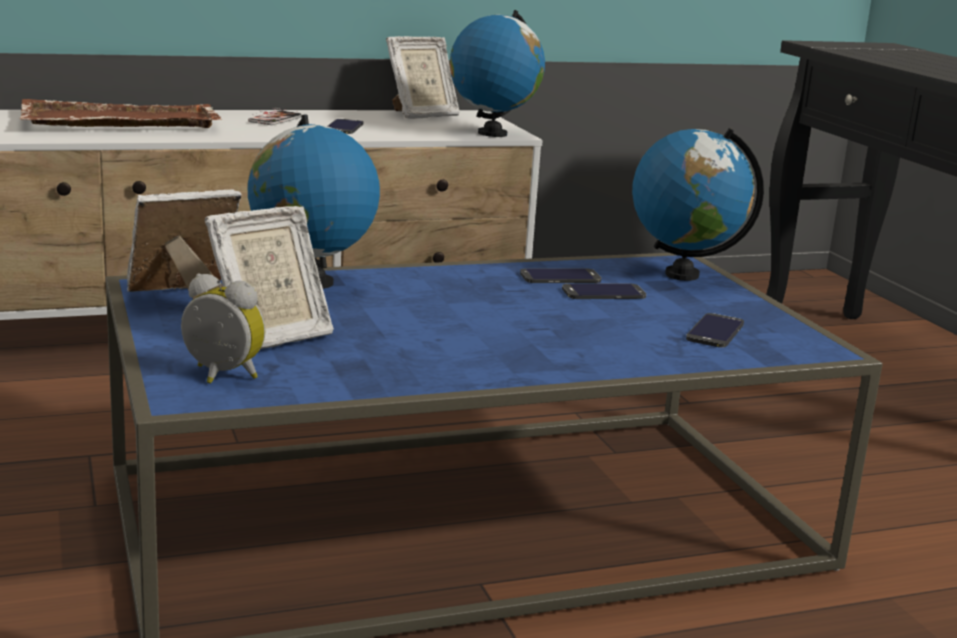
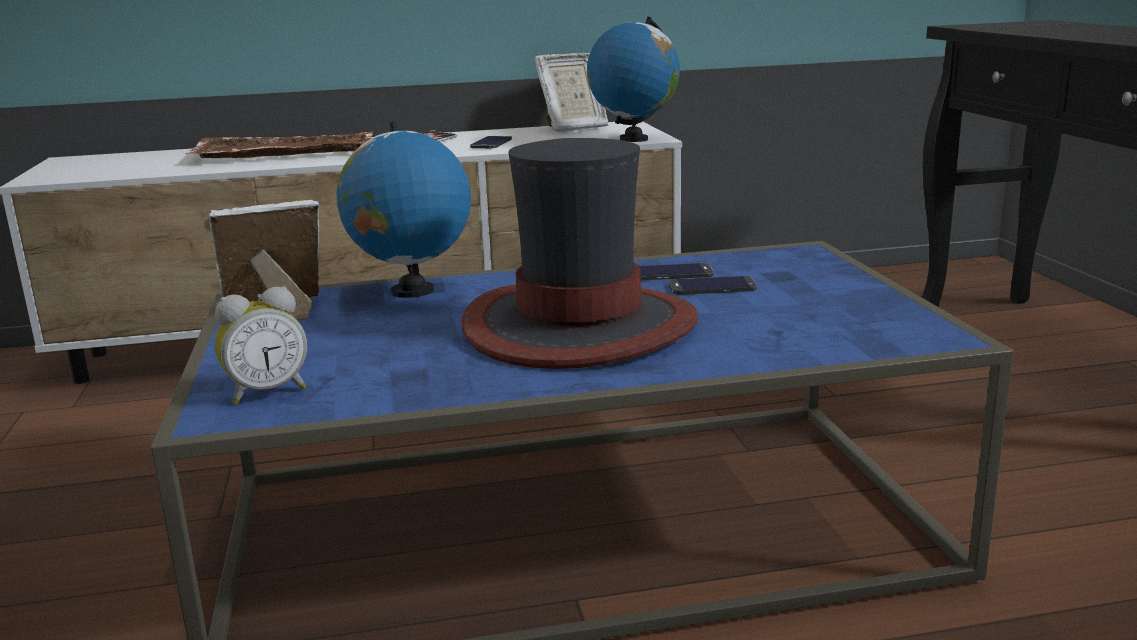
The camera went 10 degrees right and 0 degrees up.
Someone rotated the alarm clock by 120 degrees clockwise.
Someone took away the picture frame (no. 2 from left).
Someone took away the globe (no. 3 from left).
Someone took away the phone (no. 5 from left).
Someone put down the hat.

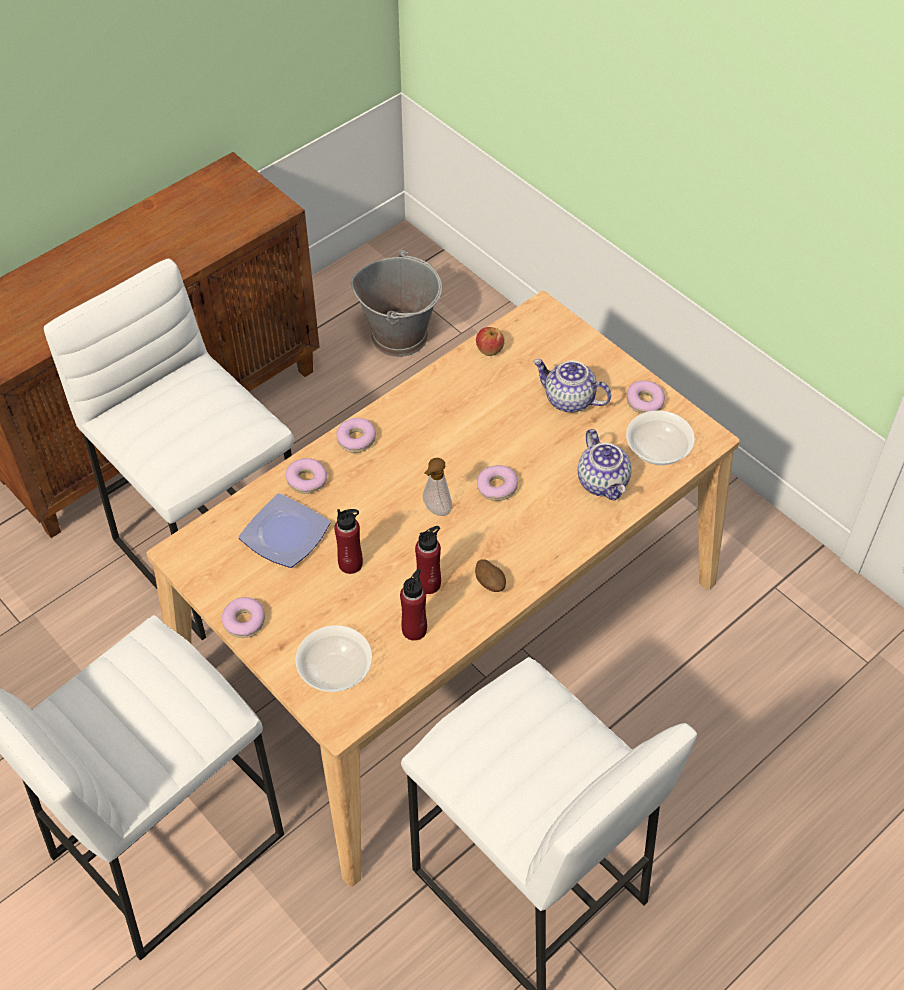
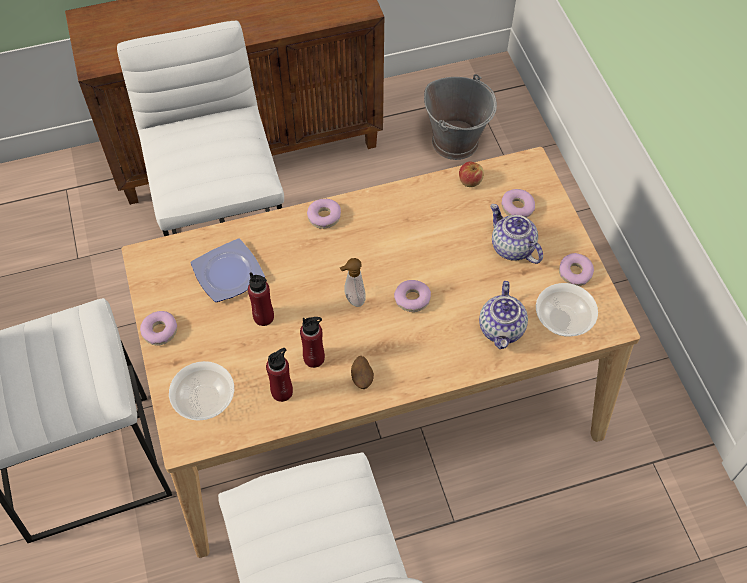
The camera went 25 degrees right and 5 degrees up.
Someone carried the donut (no. 2 from left in the first image).

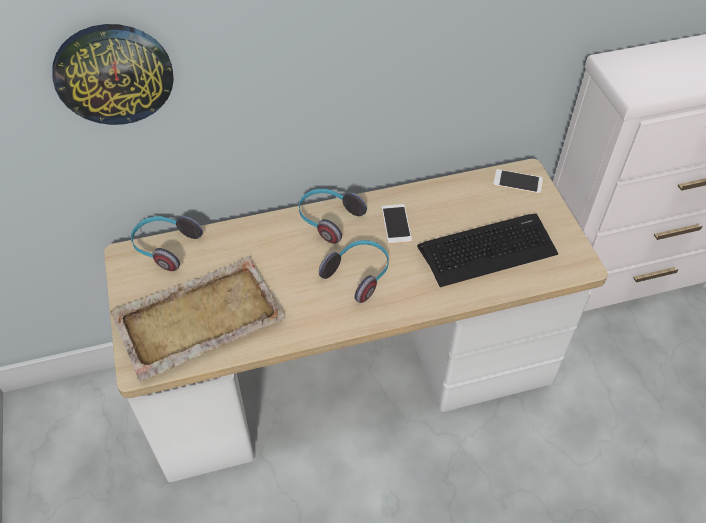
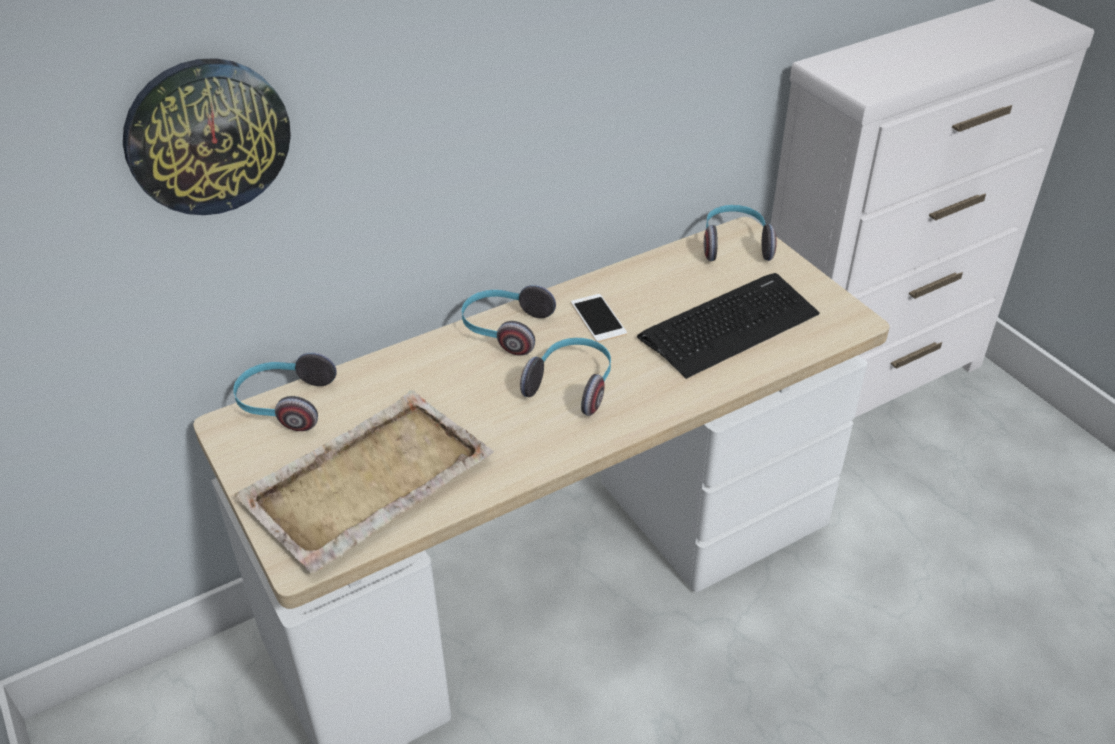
The camera went 15 degrees left and 10 degrees down.
Someone swapped the phone (no. 2 from left) for the headphones (no. 4 from left).

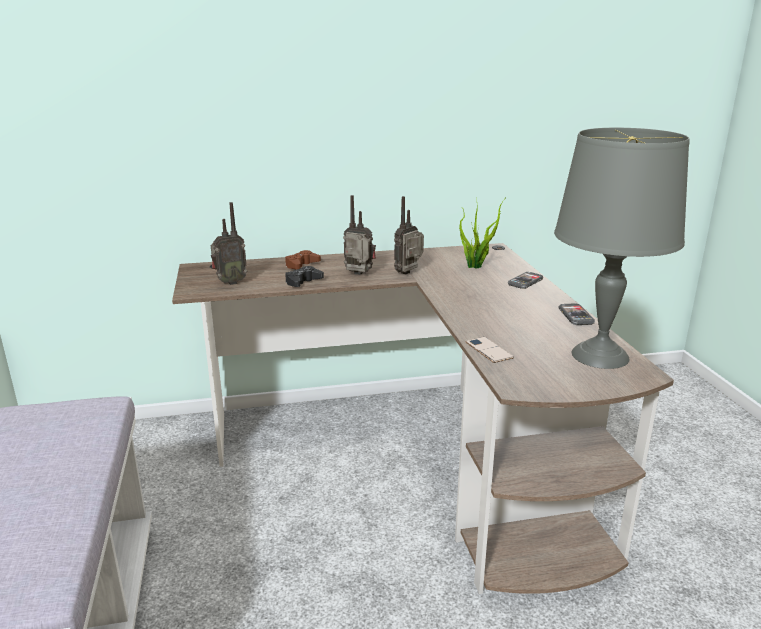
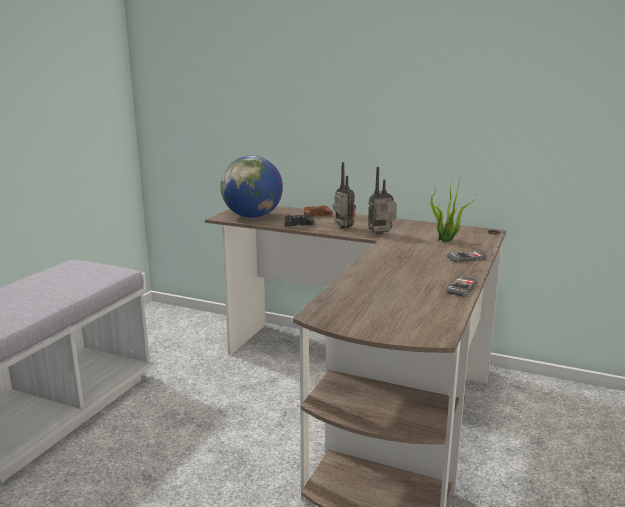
The camera went 35 degrees right and 5 degrees down.
Someone swapped the radio (no. 1 from left) for the globe.
Someone took away the phone (no. 1 from left).
Someone took away the grey table lamp.

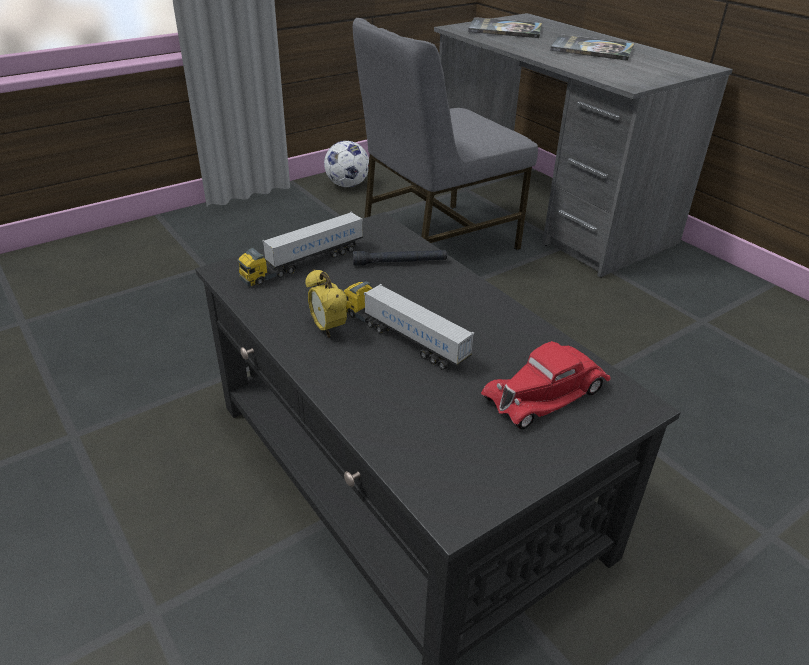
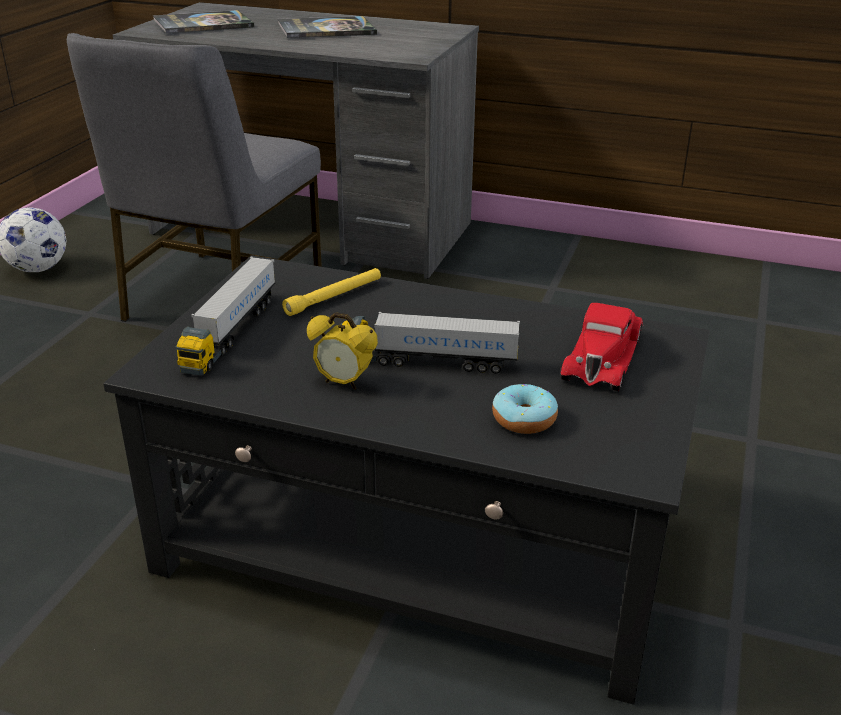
The camera went 35 degrees left and 5 degrees down.
Someone repainted the black flashlight, which became the yellow flashlight.
Someone put down the donut.

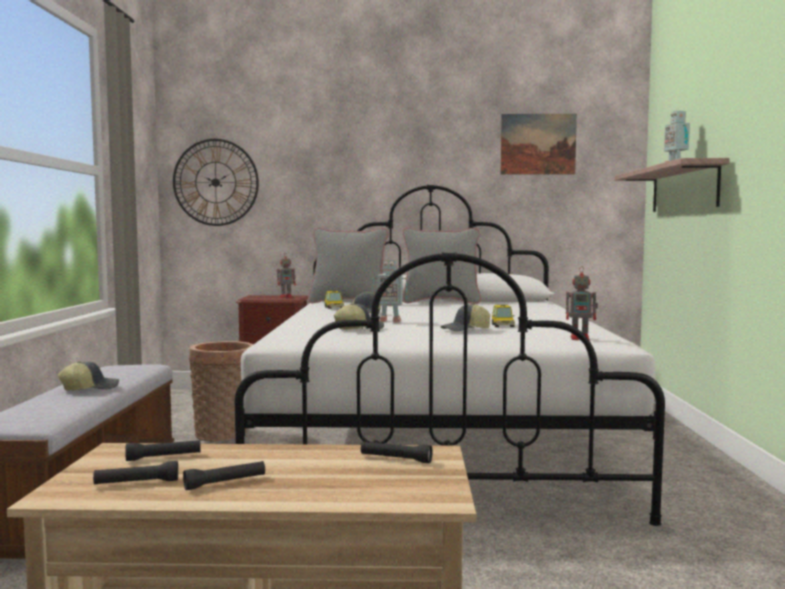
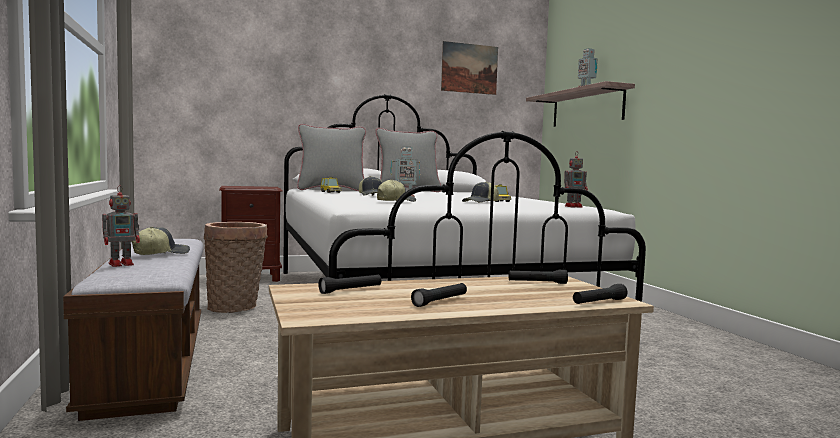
The camera went 20 degrees left and 0 degrees up.
Someone carried the black flashlight (no. 1 from left in the first image).
Someone took away the wall clock.
Someone carried the toy robot (no. 1 from left).

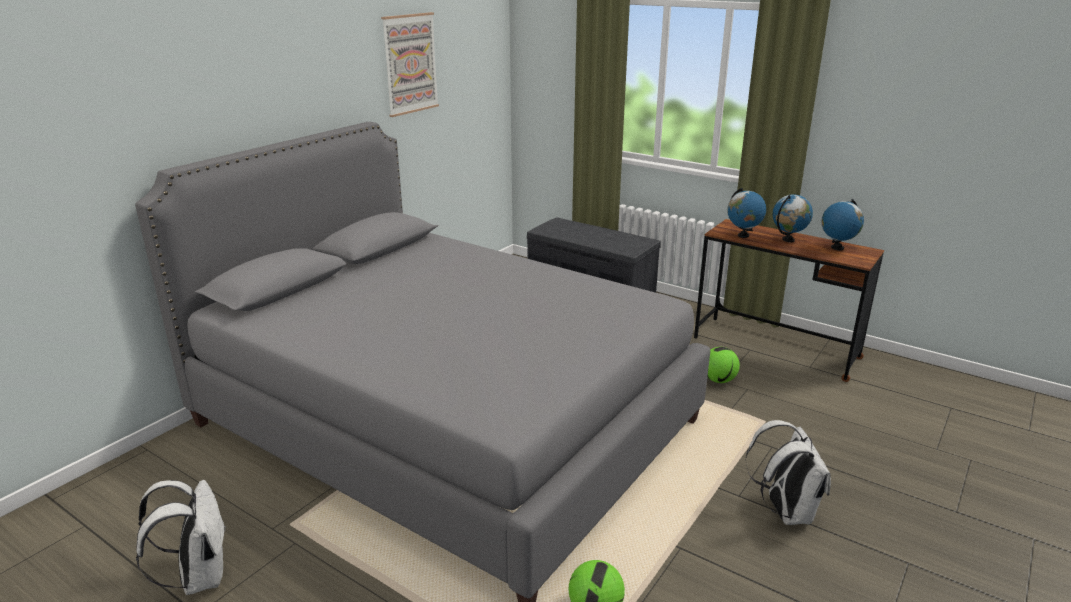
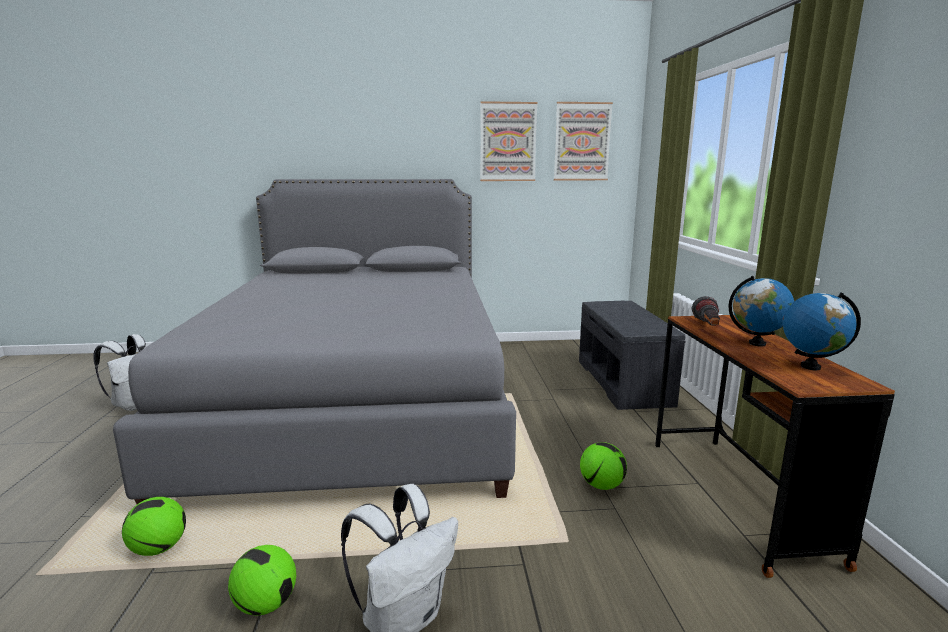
The camera went 50 degrees right and 10 degrees down.
Someone swapped the globe (no. 1 from left) for the flashlight.
Someone put down the football (no. 2 from left).
Someone put up the picture (no. 2 from left).

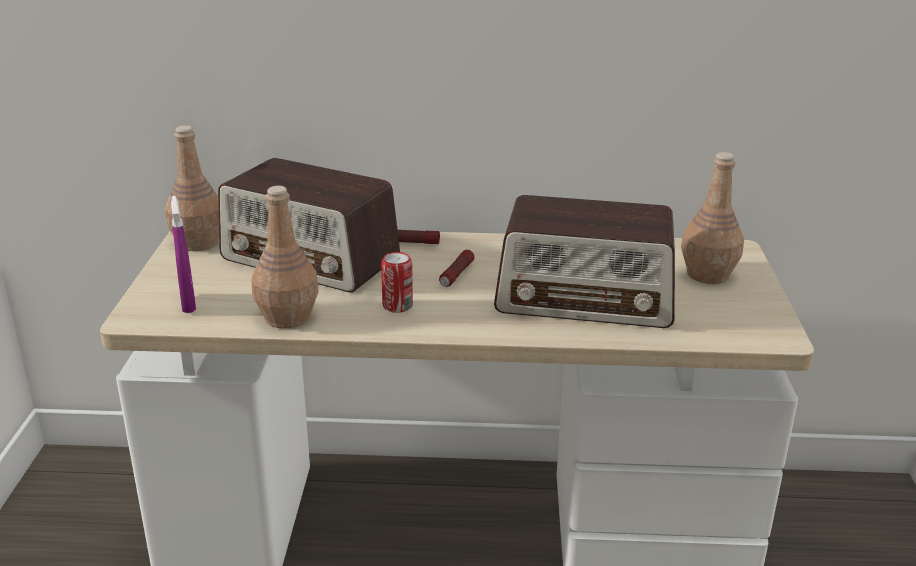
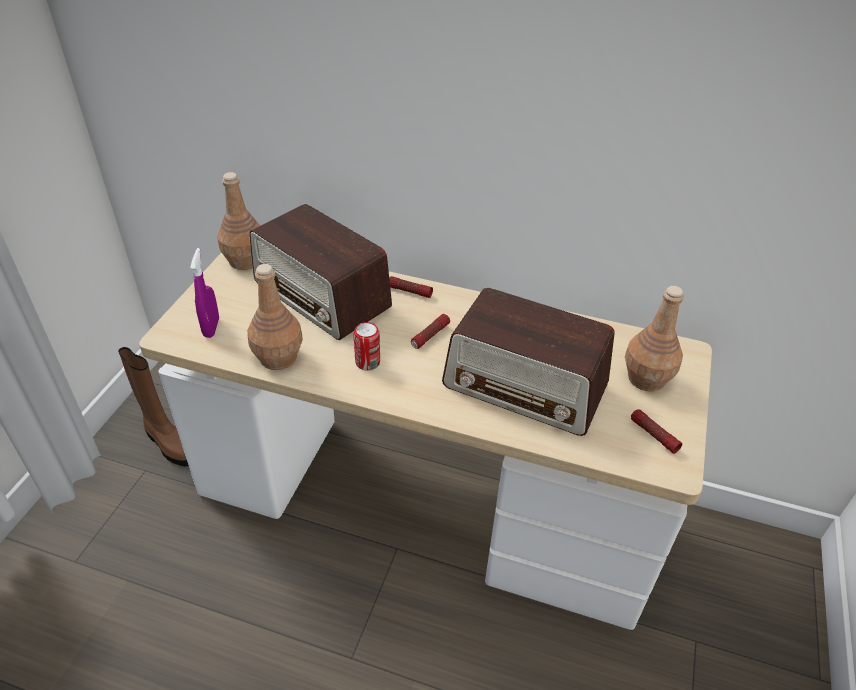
The camera went 15 degrees right and 15 degrees up.
Someone put down the brown boot.
Someone put down the flashlight (no. 3 from left).

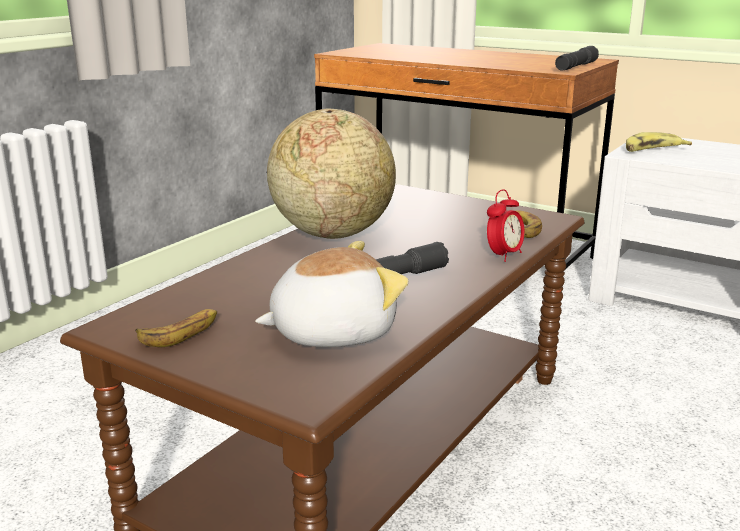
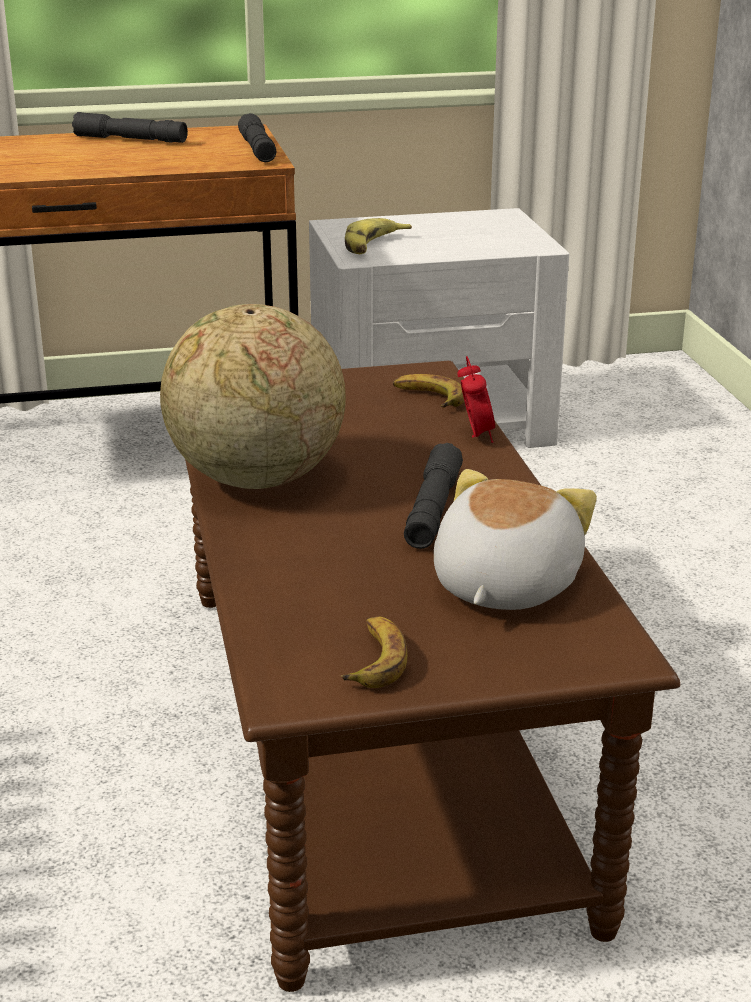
The camera went 45 degrees left and 5 degrees up.
Someone put down the grey flashlight (no. 1 from left).

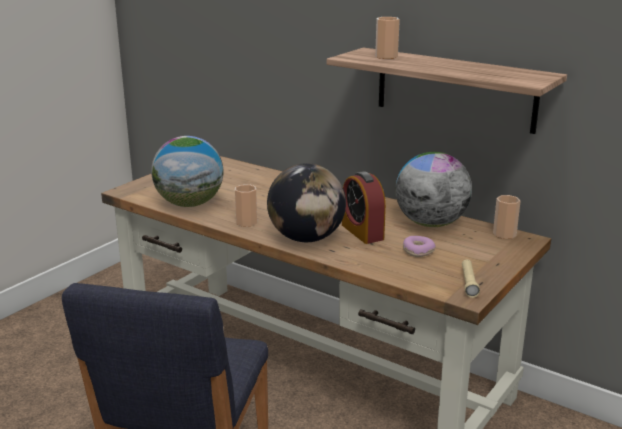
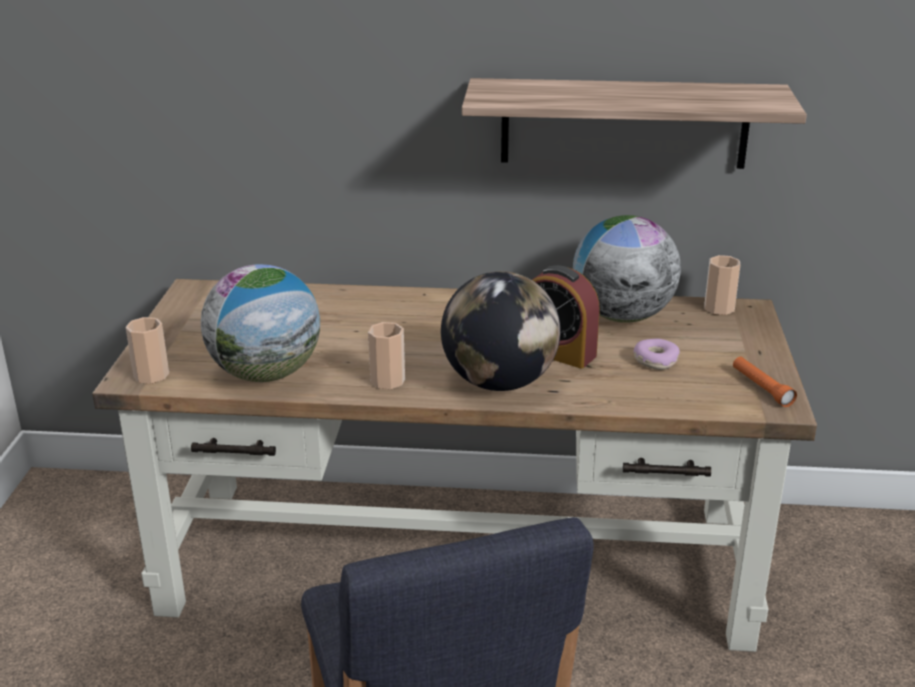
The camera went 30 degrees left and 5 degrees up.
Someone carried the cup (no. 2 from left in the first image).
Someone repainted the beige flashlight, which became the orange flashlight.

